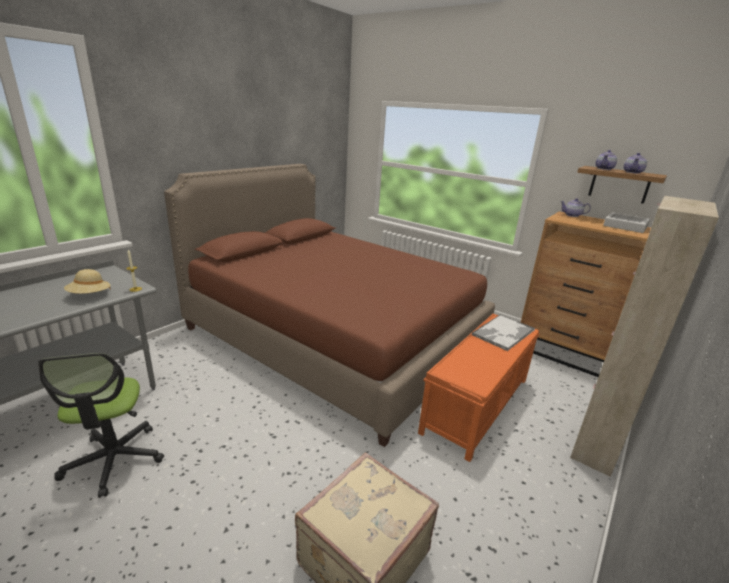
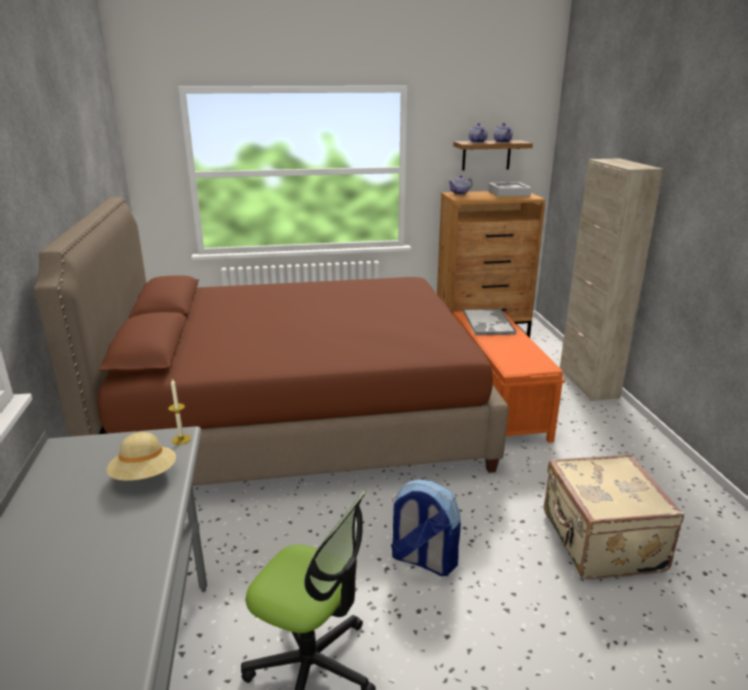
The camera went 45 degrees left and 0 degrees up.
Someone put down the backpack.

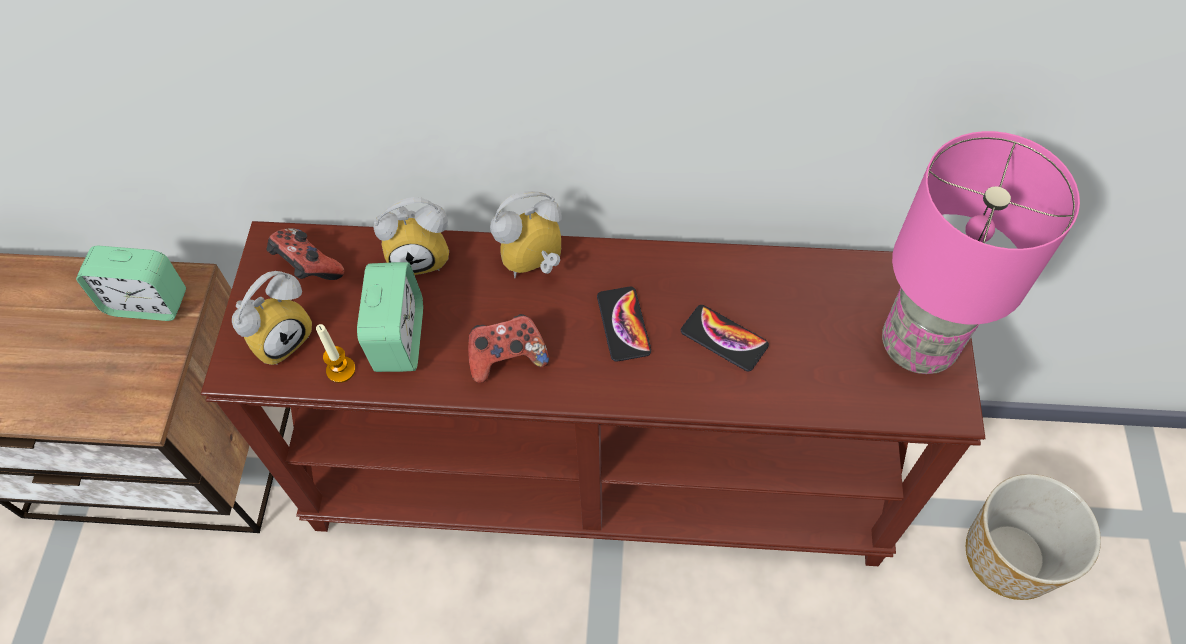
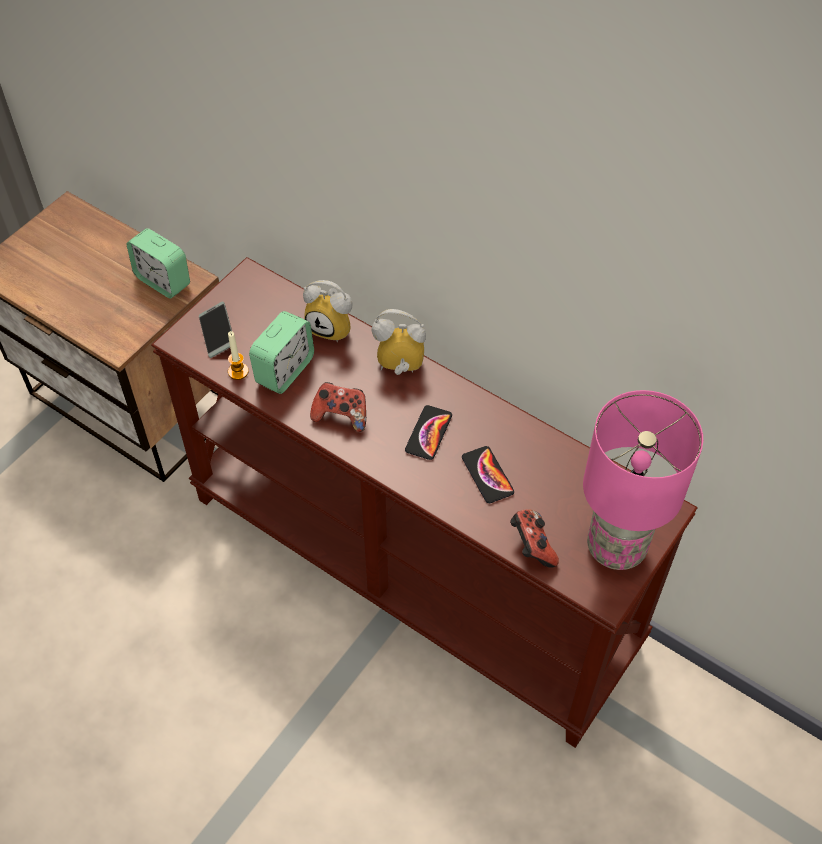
The camera went 30 degrees right and 5 degrees down.
Someone swapped the alarm clock (no. 2 from left) for the phone (no. 1 from left).
Someone carried the game controller (no. 1 from left in the first image).
Someone took away the planter.

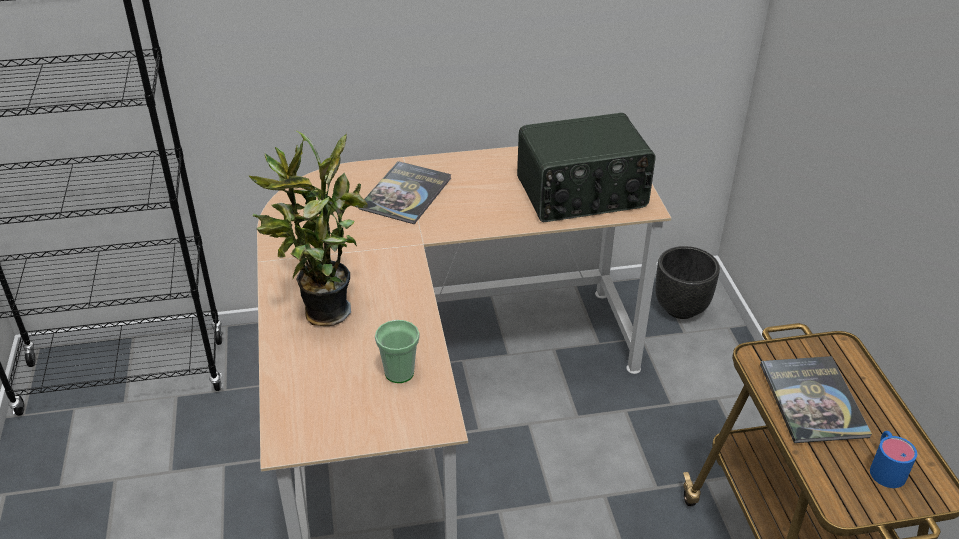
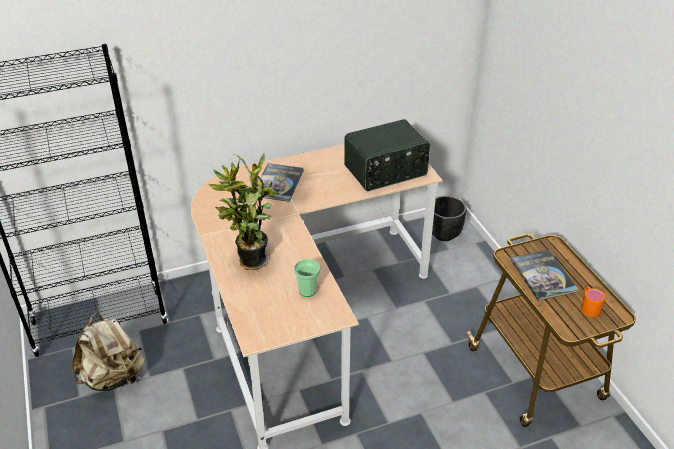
The camera went 10 degrees left and 0 degrees up.
Someone repainted the blue mug, which became the orange mug.
Someone put down the beige backpack.

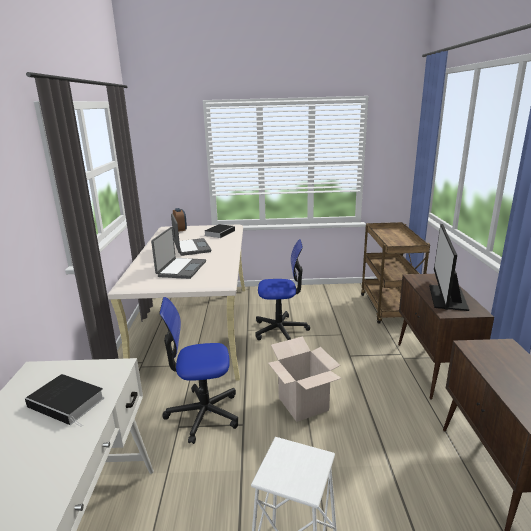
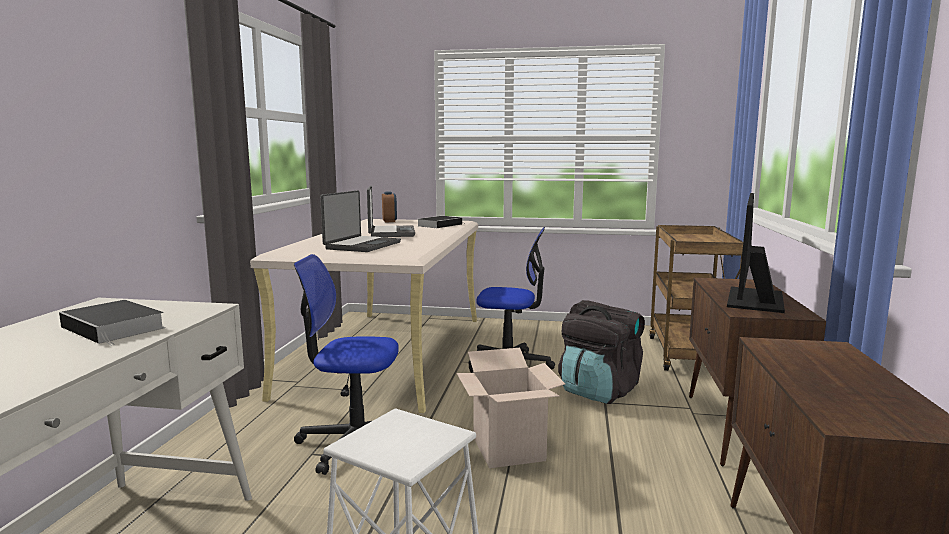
The camera went 10 degrees right and 10 degrees down.
Someone put down the black backpack.

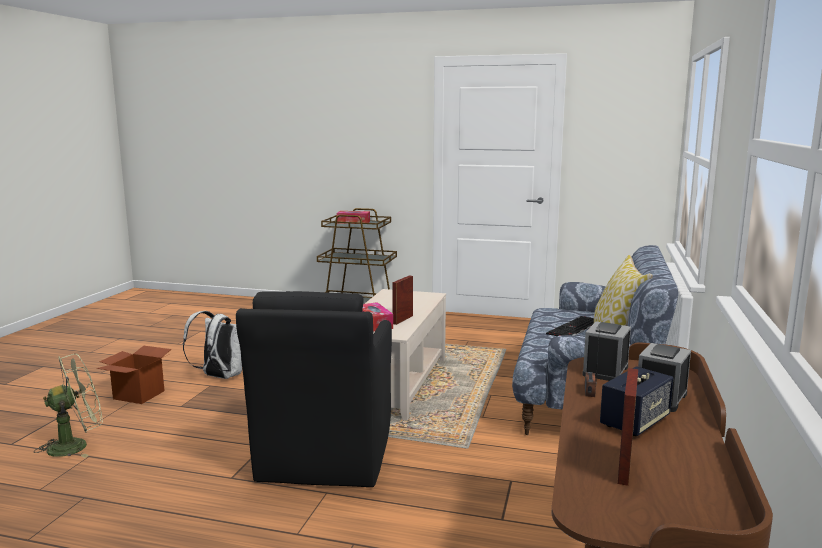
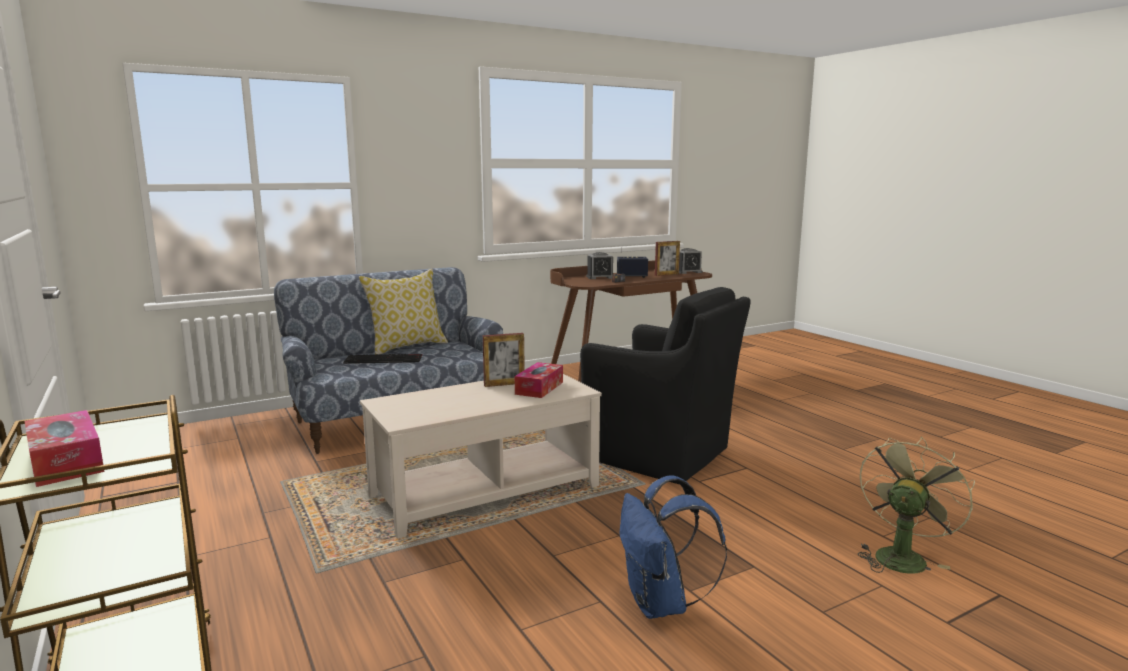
The camera went 135 degrees left and 0 degrees up.
Someone rotated the green fan by 120 degrees clockwise.
Someone took away the cardboard box.
Someone repainted the white backpack, which became the blue backpack.
Someone rotated the black armchair by 75 degrees clockwise.
Someone carried the alarm clock (no. 1 from left in the first image).

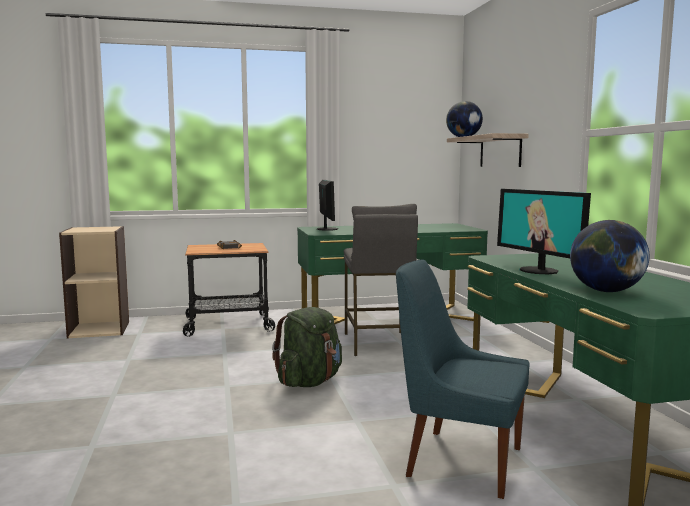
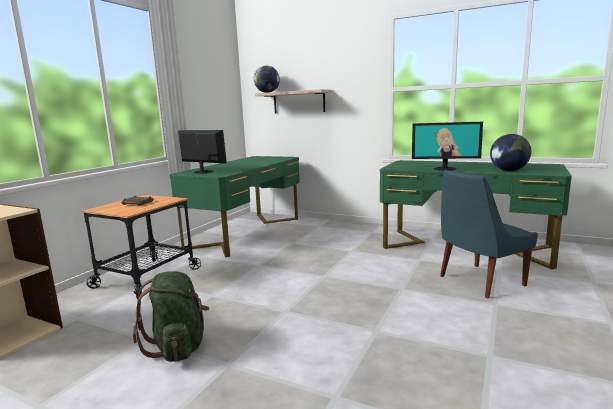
The camera went 50 degrees left and 5 degrees up.
Someone carried the green backpack.
Someone took away the grey stool.

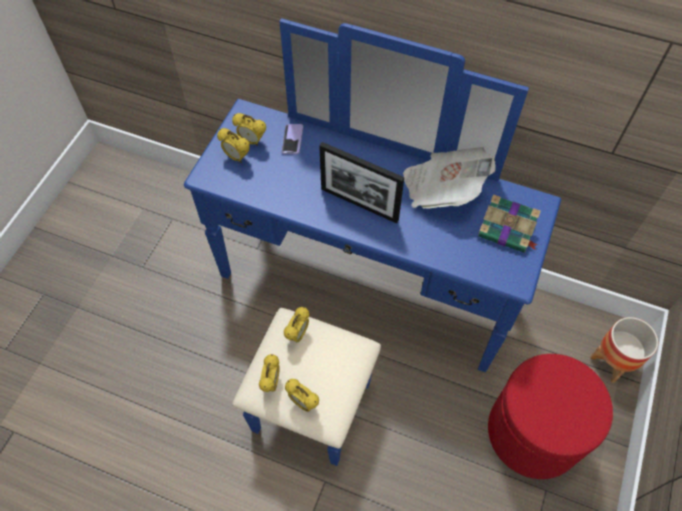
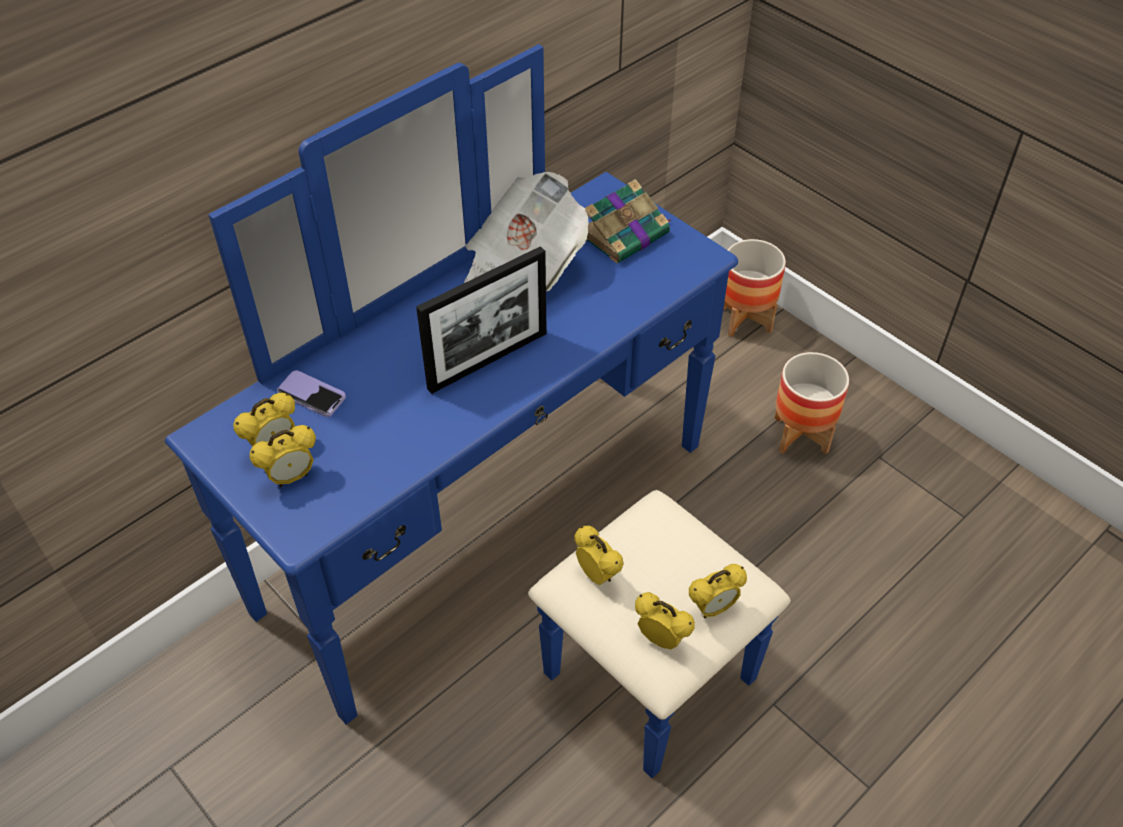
The camera went 65 degrees left and 10 degrees down.
Someone swapped the red ottoman for the planter (no. 2 from left).

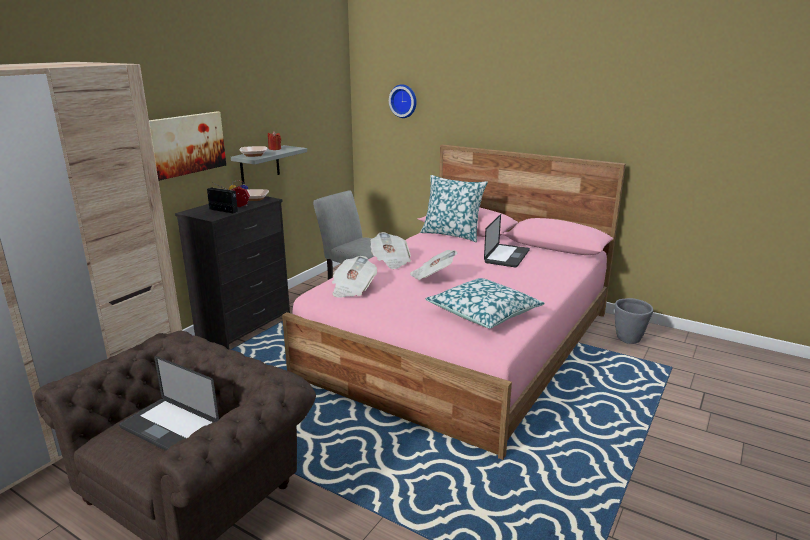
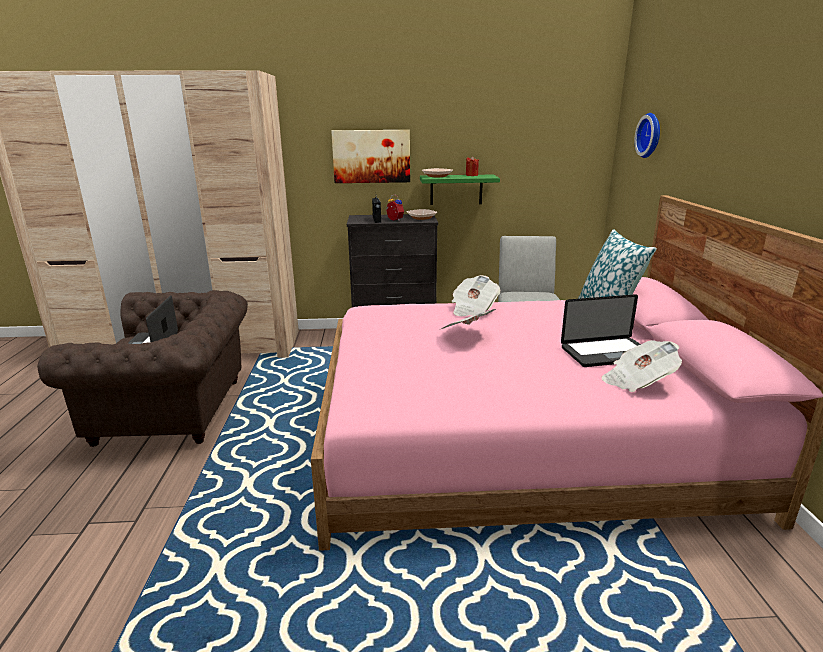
The camera went 55 degrees right and 0 degrees up.
Someone repainted the grey shelf, which became the green shelf.
Someone carried the newspaper (no. 1 from left in the first image).
Someone took away the pillow (no. 2 from left).
Someone took away the grey planter.

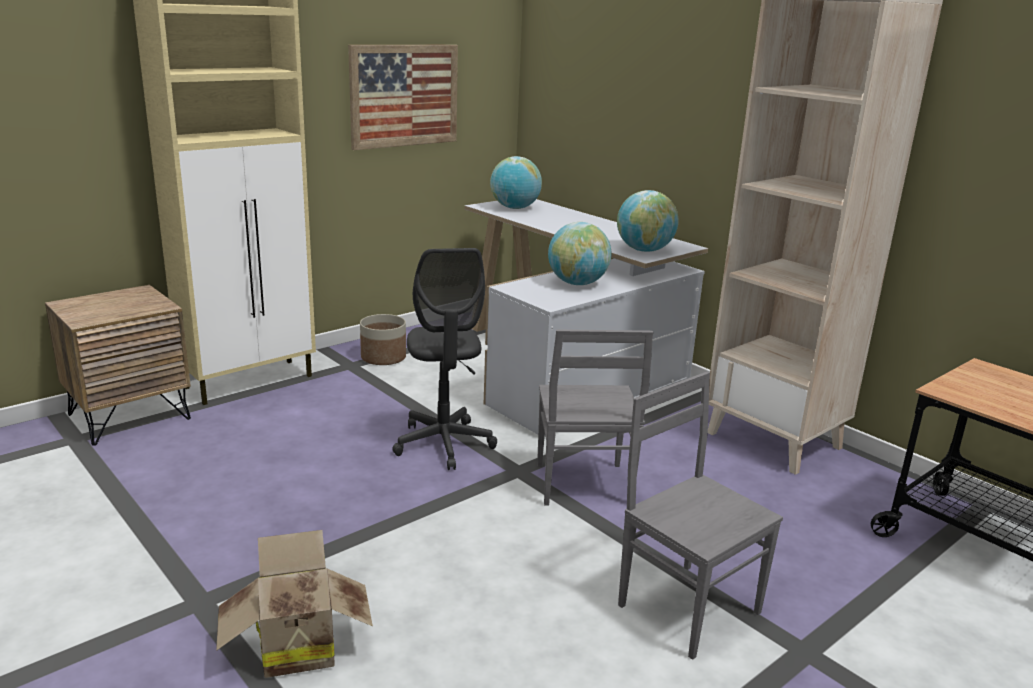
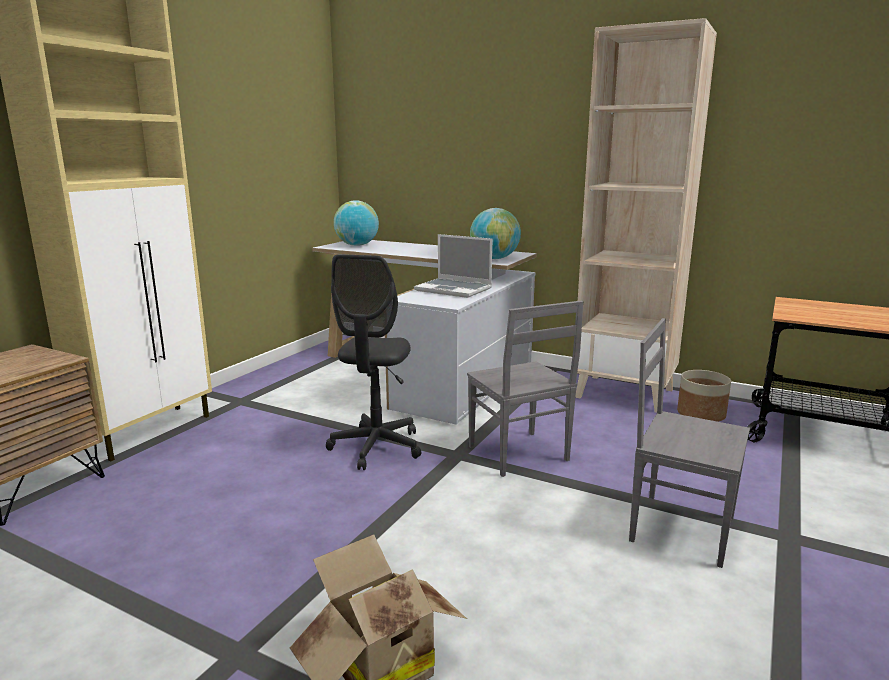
The camera went 20 degrees left and 5 degrees down.
Someone took away the picture.
Someone carried the planter.
Someone rotated the grey office chair by 45 degrees clockwise.
Someone swapped the globe (no. 2 from left) for the laptop.

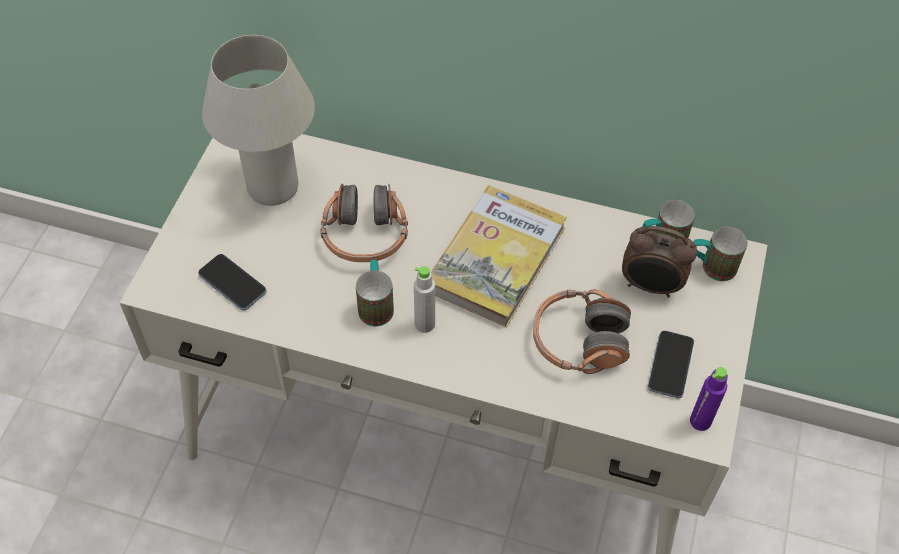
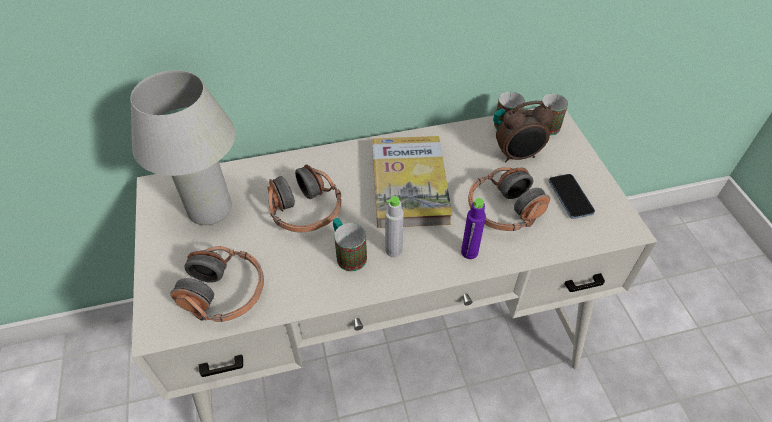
The camera went 30 degrees left and 5 degrees down.
Someone swapped the phone (no. 1 from left) for the headphones (no. 1 from left).
Someone carried the purple bottle.

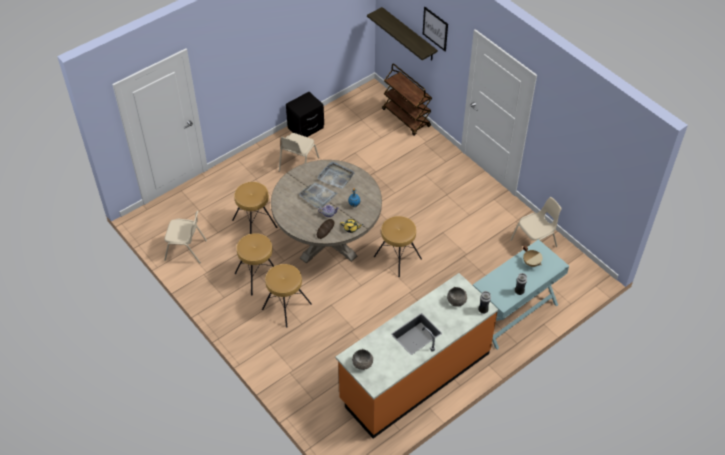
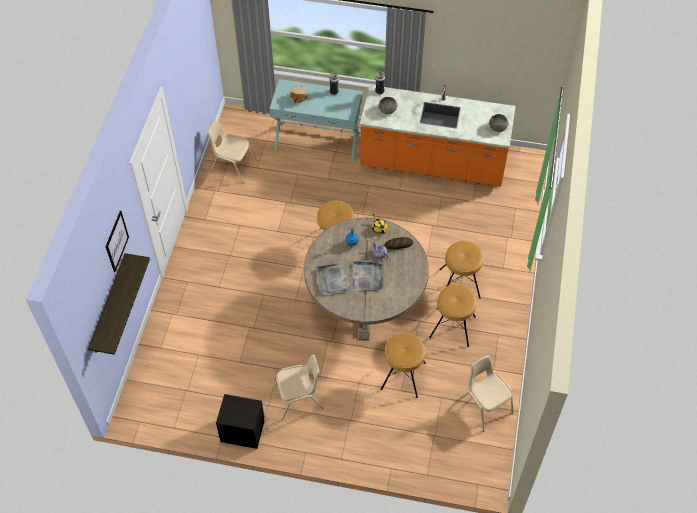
The camera went 130 degrees left and 5 degrees up.
Someone took away the brown cart.

